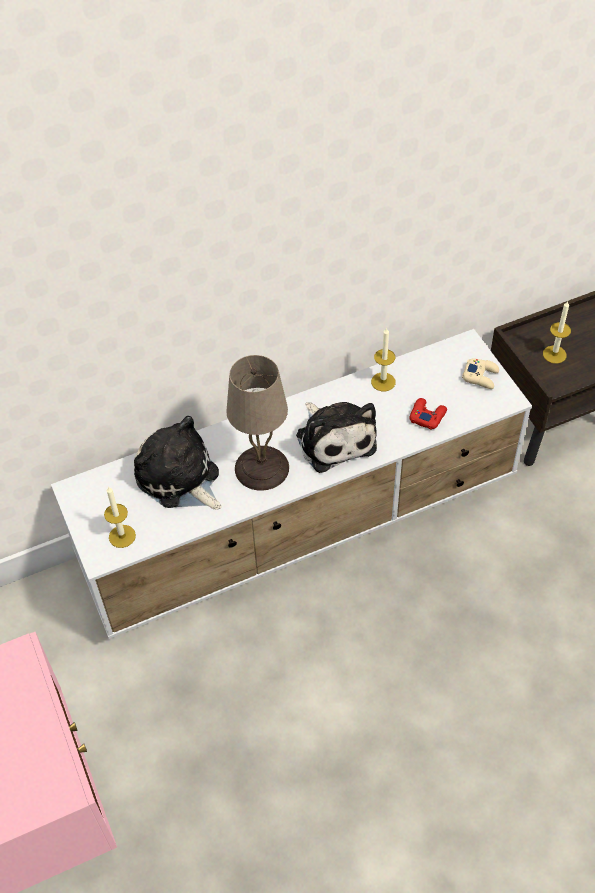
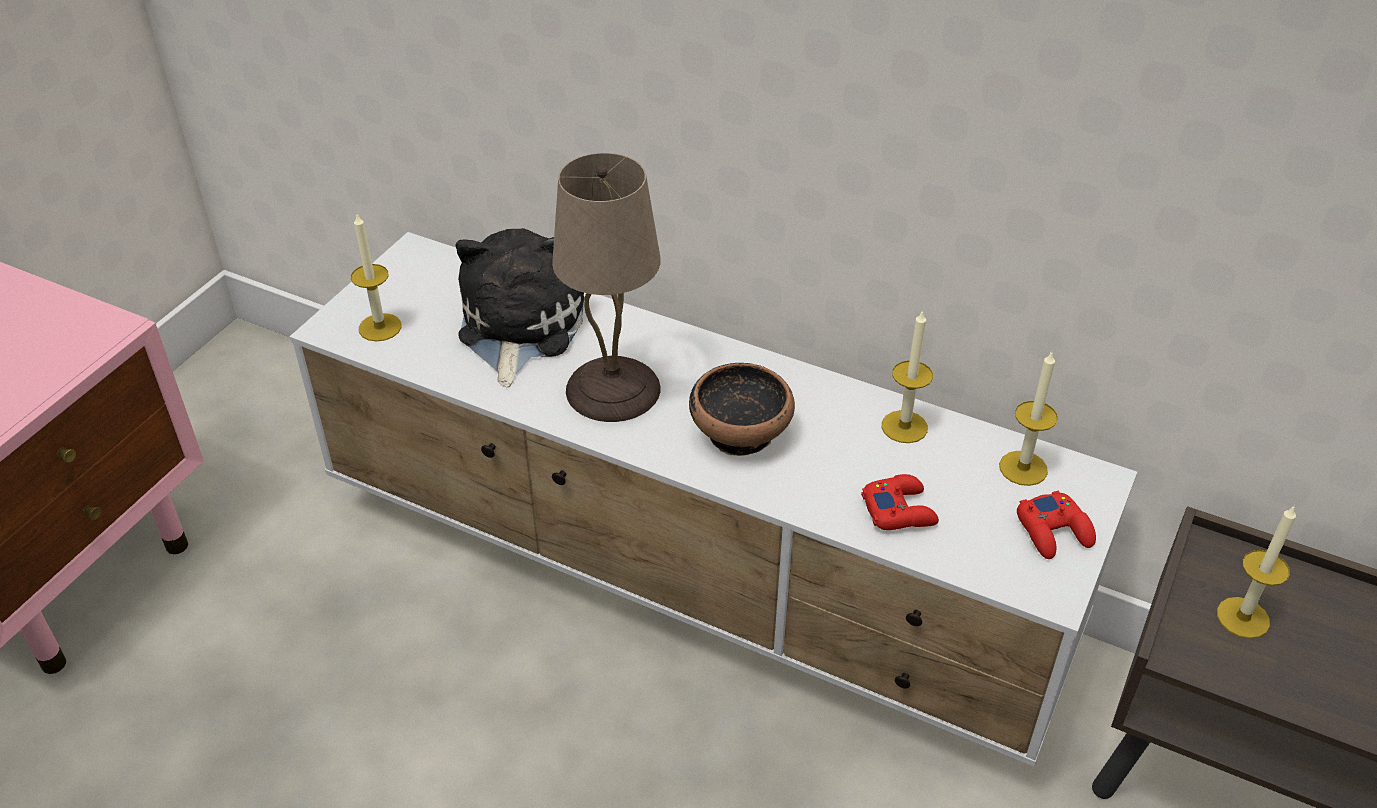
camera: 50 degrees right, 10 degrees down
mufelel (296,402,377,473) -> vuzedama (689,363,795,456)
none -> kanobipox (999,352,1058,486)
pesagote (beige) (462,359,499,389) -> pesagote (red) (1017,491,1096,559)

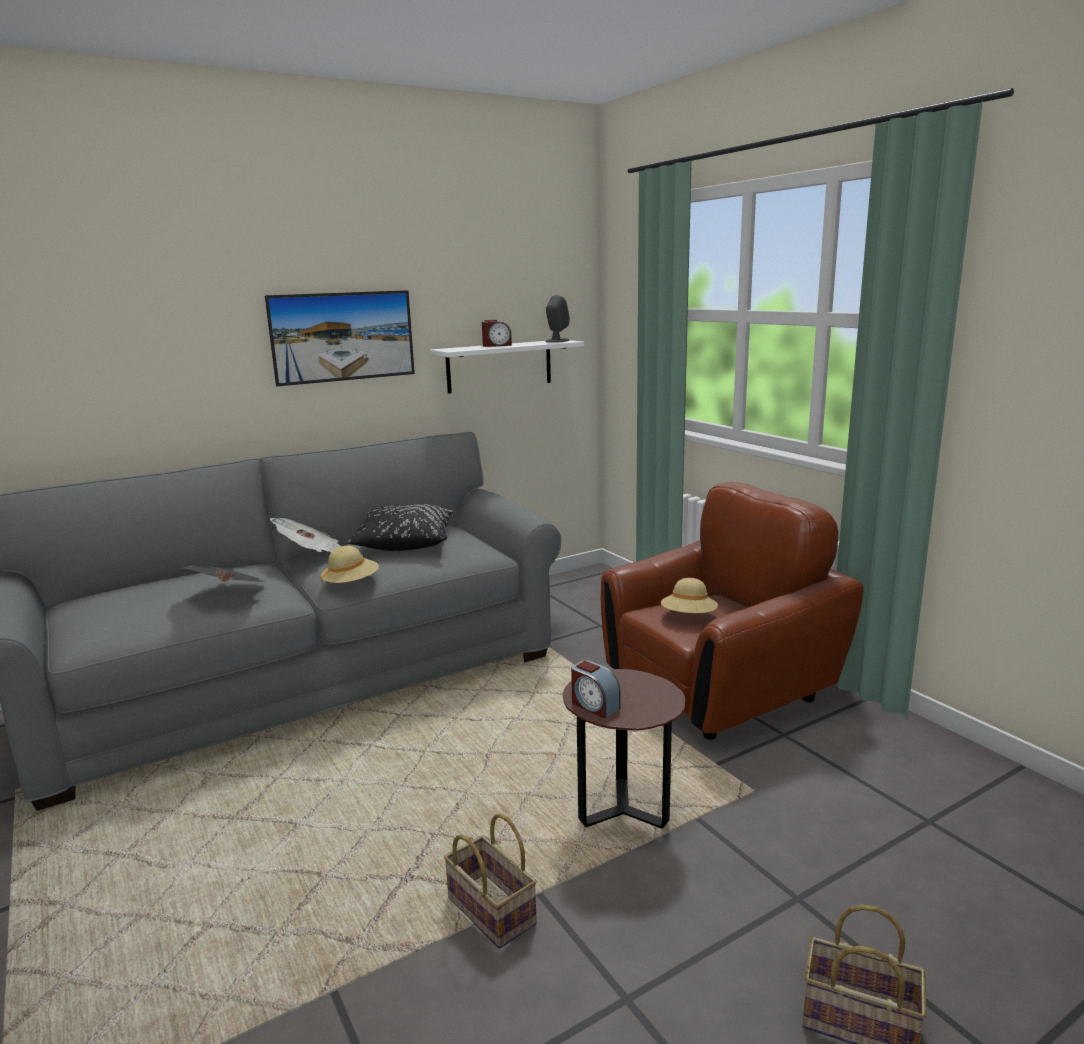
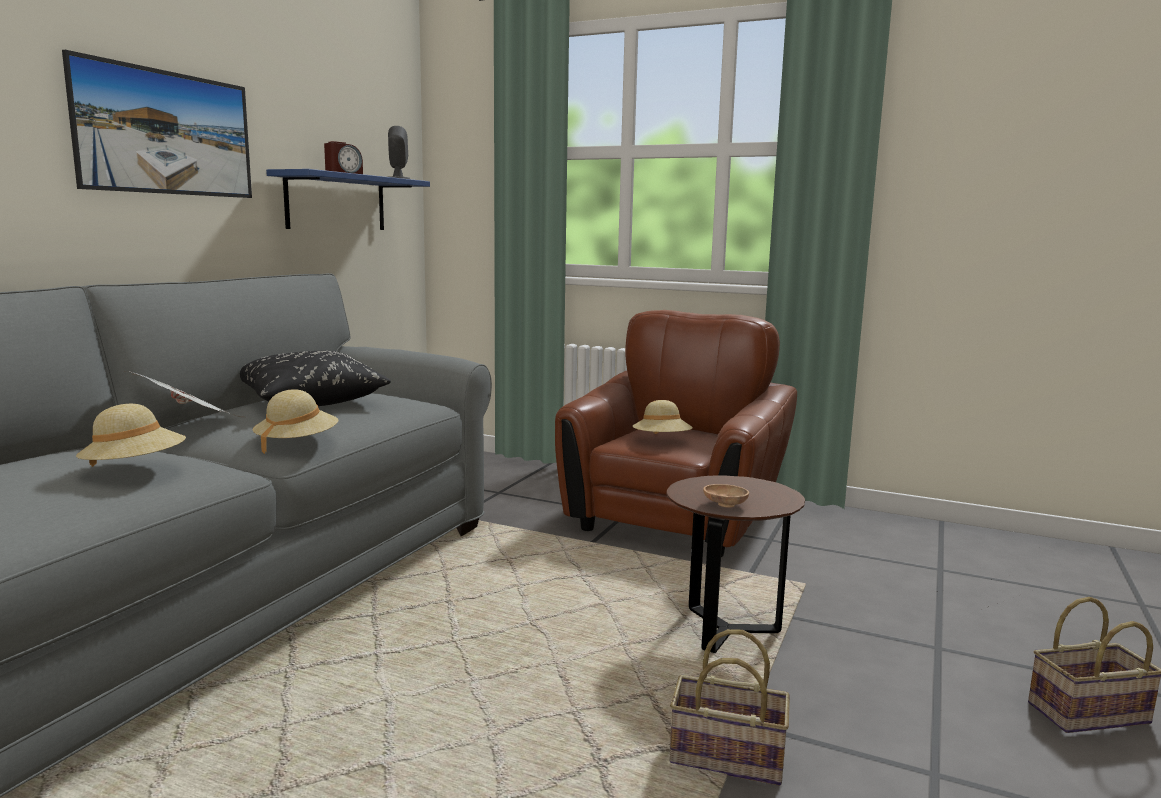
camera: 35 degrees left, 5 degrees down
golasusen (182,566,263,582) -> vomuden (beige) (76,404,186,467)
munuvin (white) (430,340,584,394) -> munuvin (blue) (266,169,430,230)
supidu (571,660,621,719) -> vuzedama (brown) (703,484,749,508)

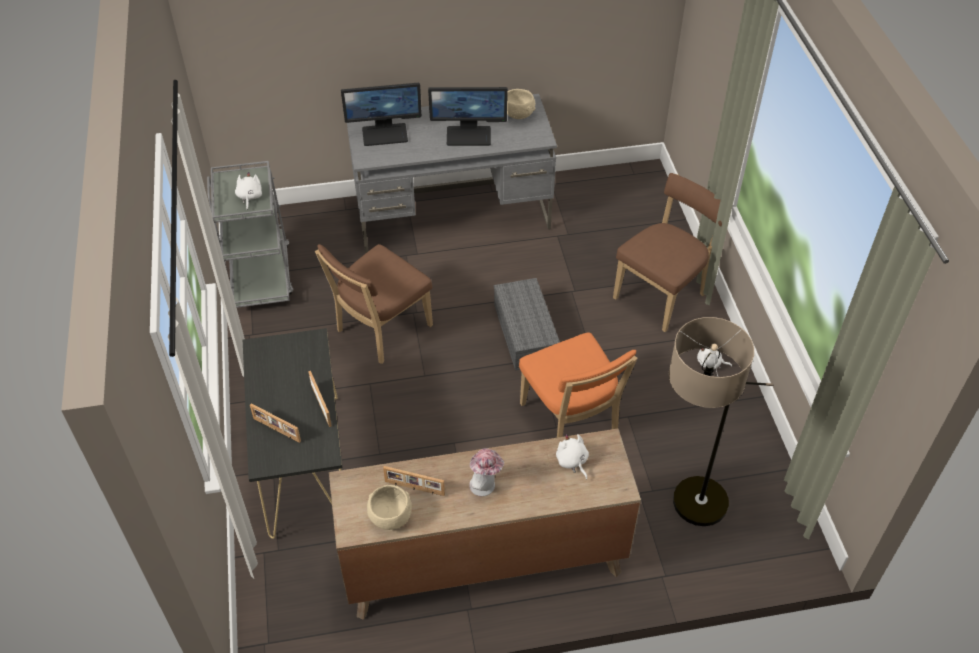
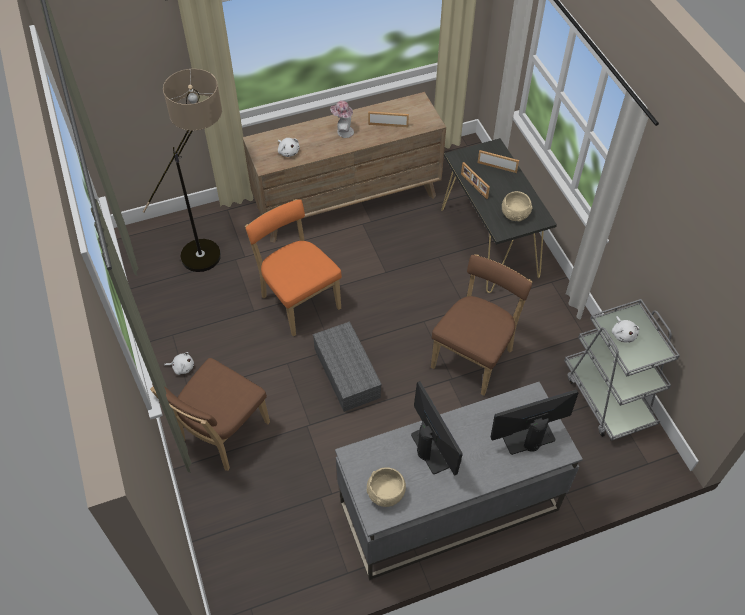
camera: 170 degrees right, 5 degrees up
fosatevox (428,87,508,146) -> fosatevox (411,381,463,476), 75 degrees clockwise
vuzedama (beige) (367,485,412,530) -> vuzedama (beige) (502,191,533,222), shifted

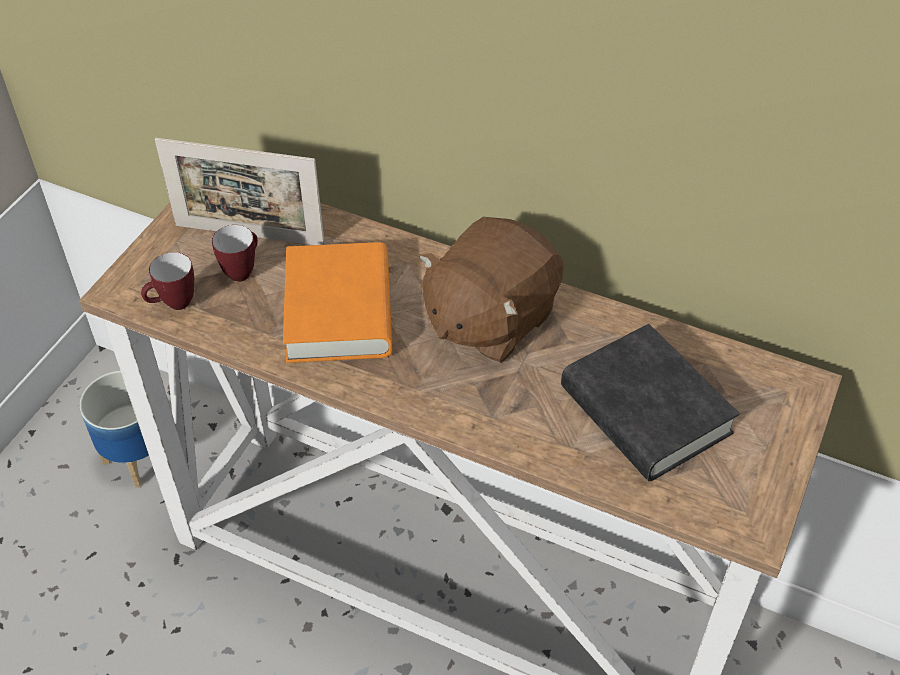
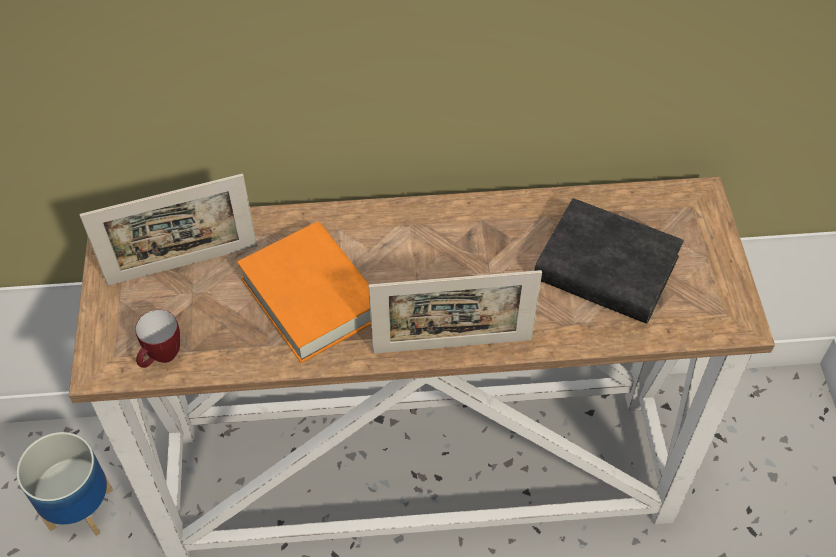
camera: 30 degrees left, 5 degrees up
none -> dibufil (368,270,542,354)
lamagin (212,225,258,282) -> none
mufelel (brown) (419,217,564,363) -> none

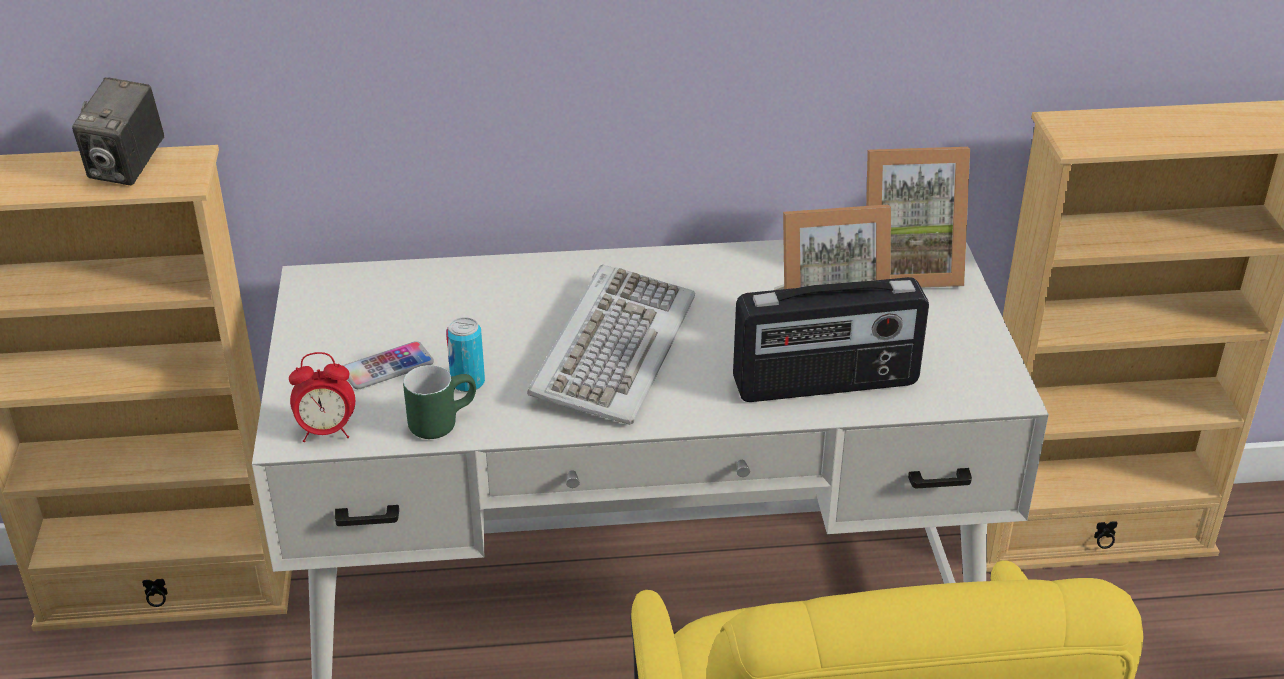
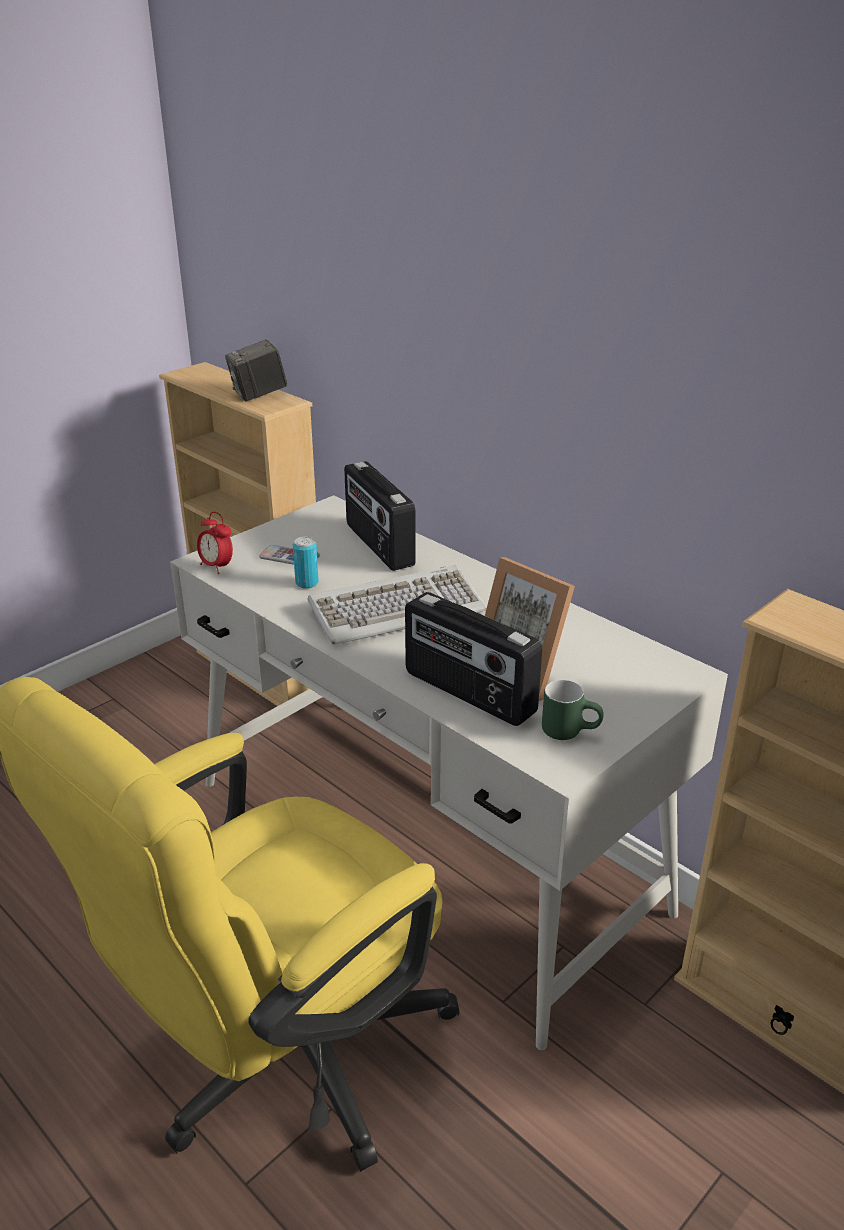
camera: 50 degrees right, 5 degrees down
none -> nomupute (344,461,416,571)
lamagin (green) (403,365,476,439) -> lamagin (green) (542,680,604,740), shifted
dibufil (866,147,970,288) -> none

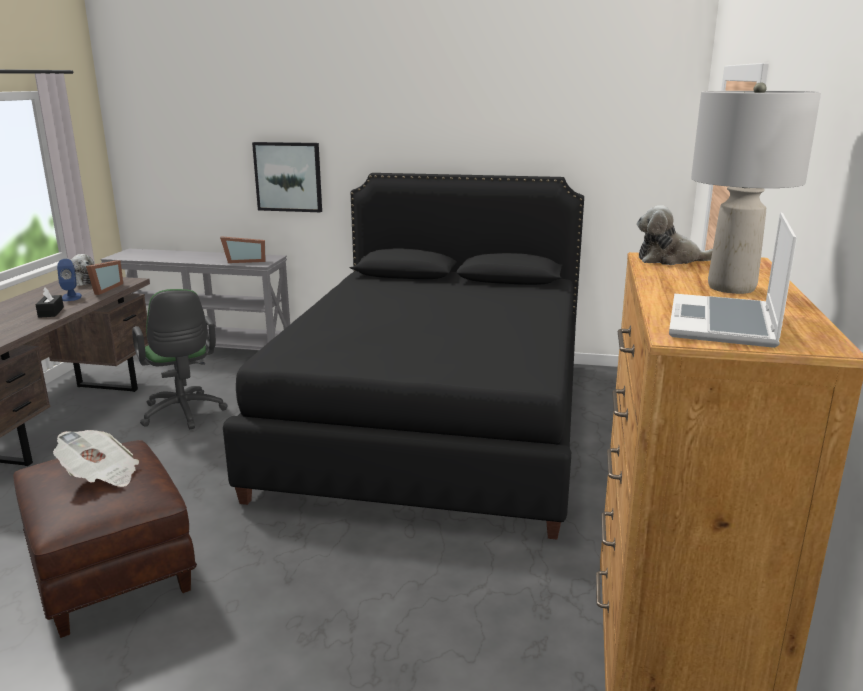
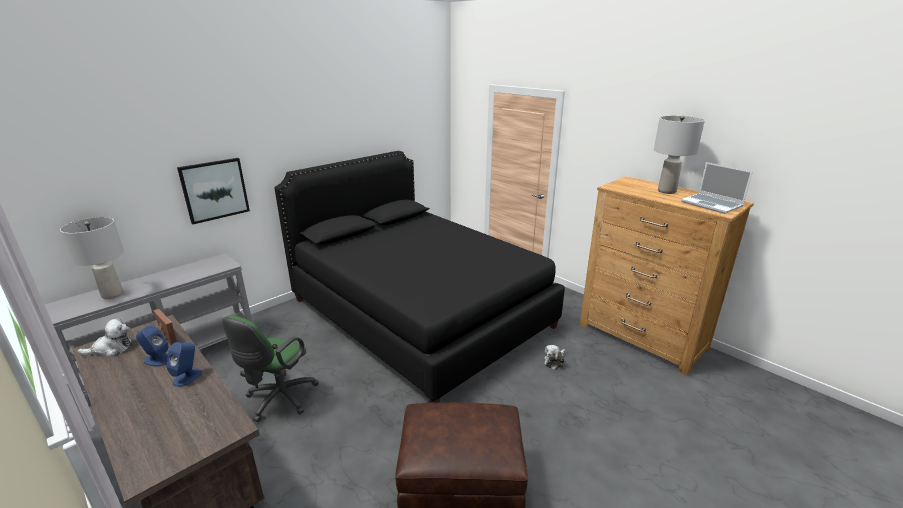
camera: 55 degrees left, 5 degrees up
none -> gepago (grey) (60,217,124,299)
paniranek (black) (36,287,64,318) -> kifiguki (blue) (166,342,202,387)
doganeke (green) (132,289,228,429) -> doganeke (green) (222,315,319,422), 105 degrees clockwise
mufelel (637,205,713,265) -> mufelel (544,345,566,370), shifted
golasusen (53,430,139,487) -> none
dibufil (220,236,266,263) -> none

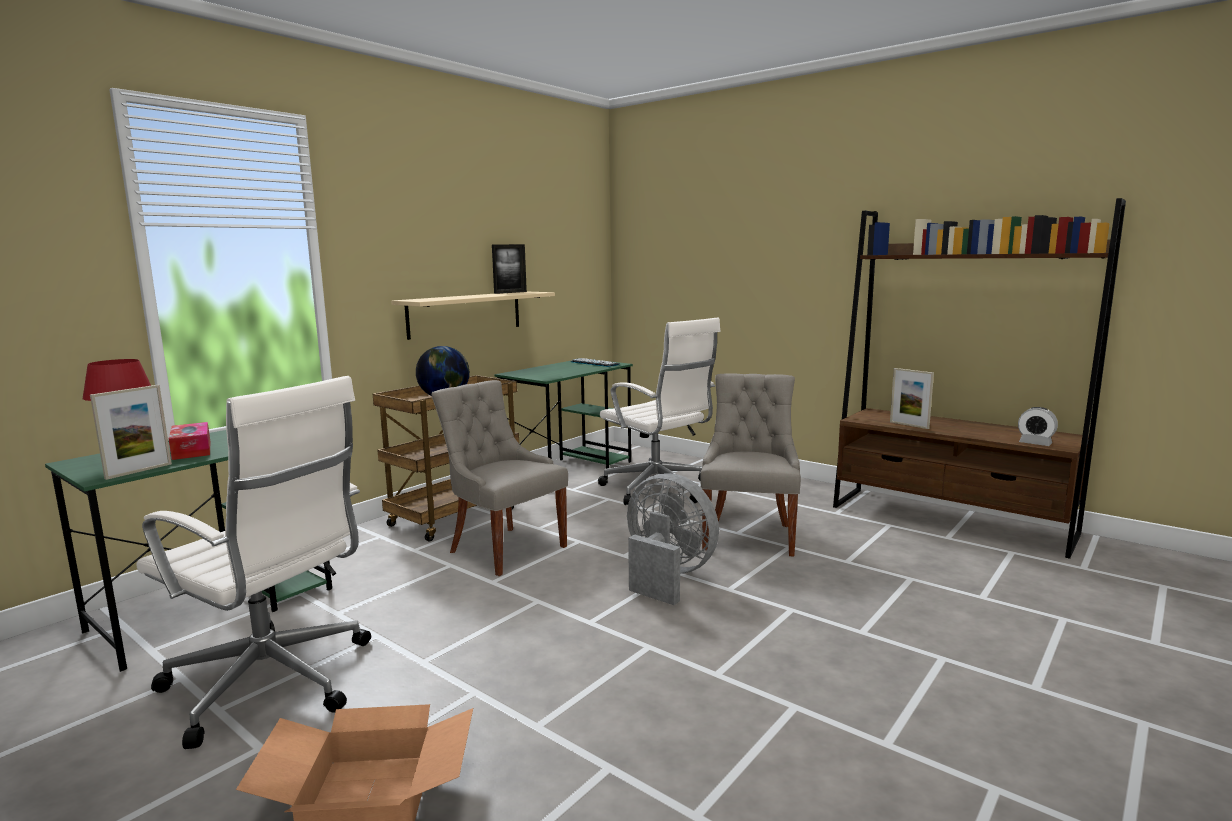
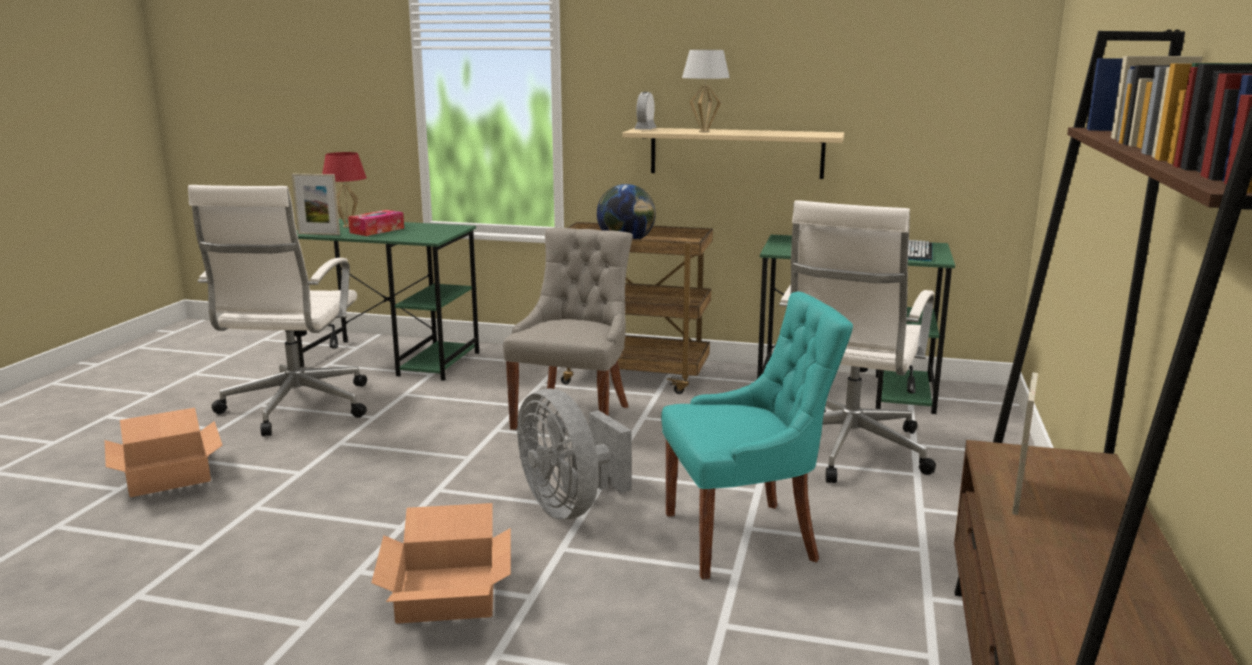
camera: 65 degrees right, 5 degrees up
none -> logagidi (371,503,511,624)
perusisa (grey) (627,473,719,605) -> perusisa (grey) (517,388,632,519), 135 degrees clockwise
supidu (1018,407,1058,446) -> supidu (634,92,656,130), shifted
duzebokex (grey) (700,373,801,557) -> duzebokex (turquoise) (661,291,853,580)
none -> gepago (white) (682,50,730,133)
dibufil (492,244,527,294) -> none

